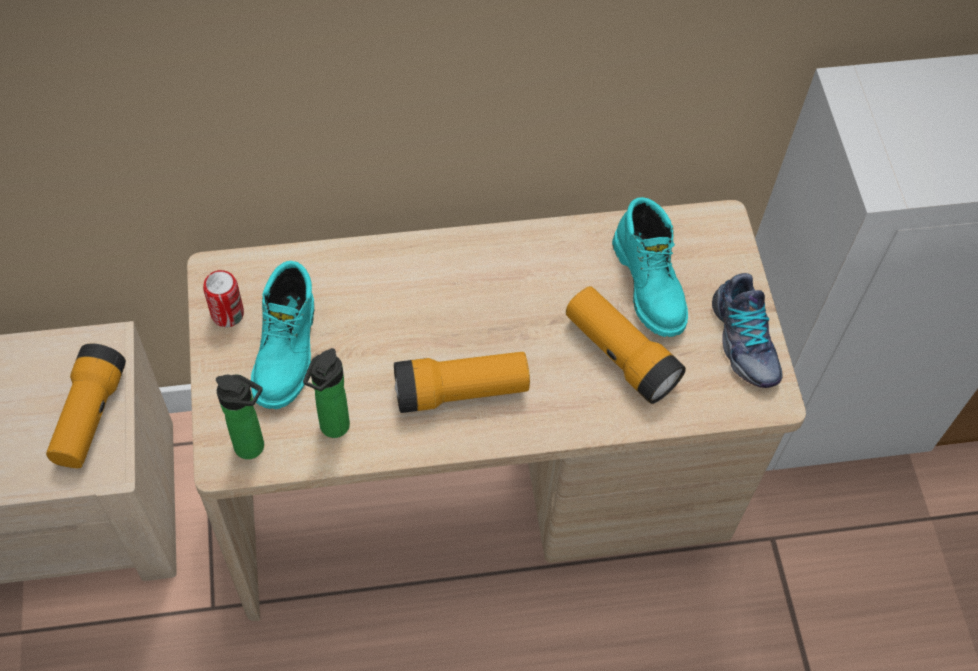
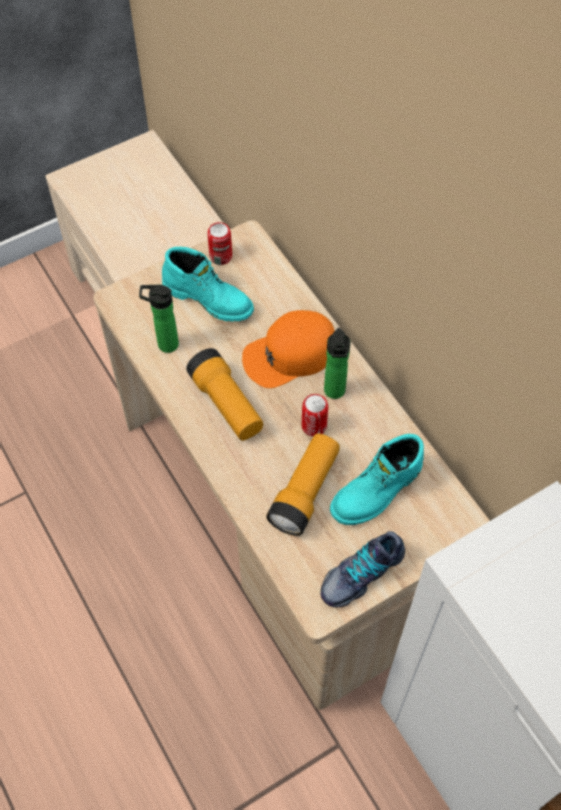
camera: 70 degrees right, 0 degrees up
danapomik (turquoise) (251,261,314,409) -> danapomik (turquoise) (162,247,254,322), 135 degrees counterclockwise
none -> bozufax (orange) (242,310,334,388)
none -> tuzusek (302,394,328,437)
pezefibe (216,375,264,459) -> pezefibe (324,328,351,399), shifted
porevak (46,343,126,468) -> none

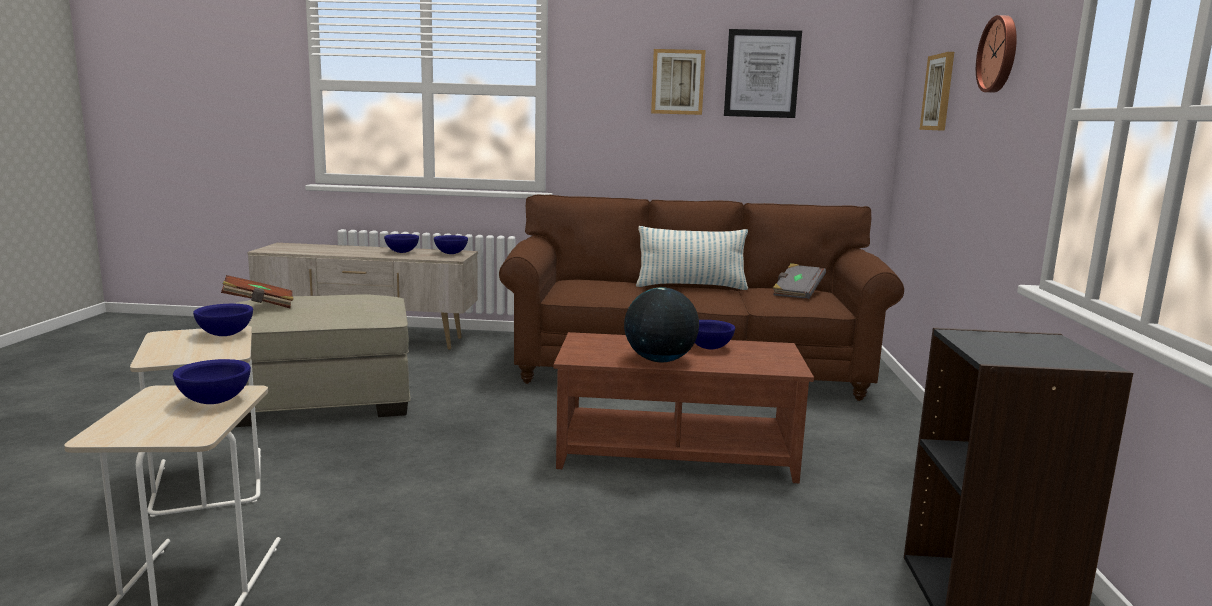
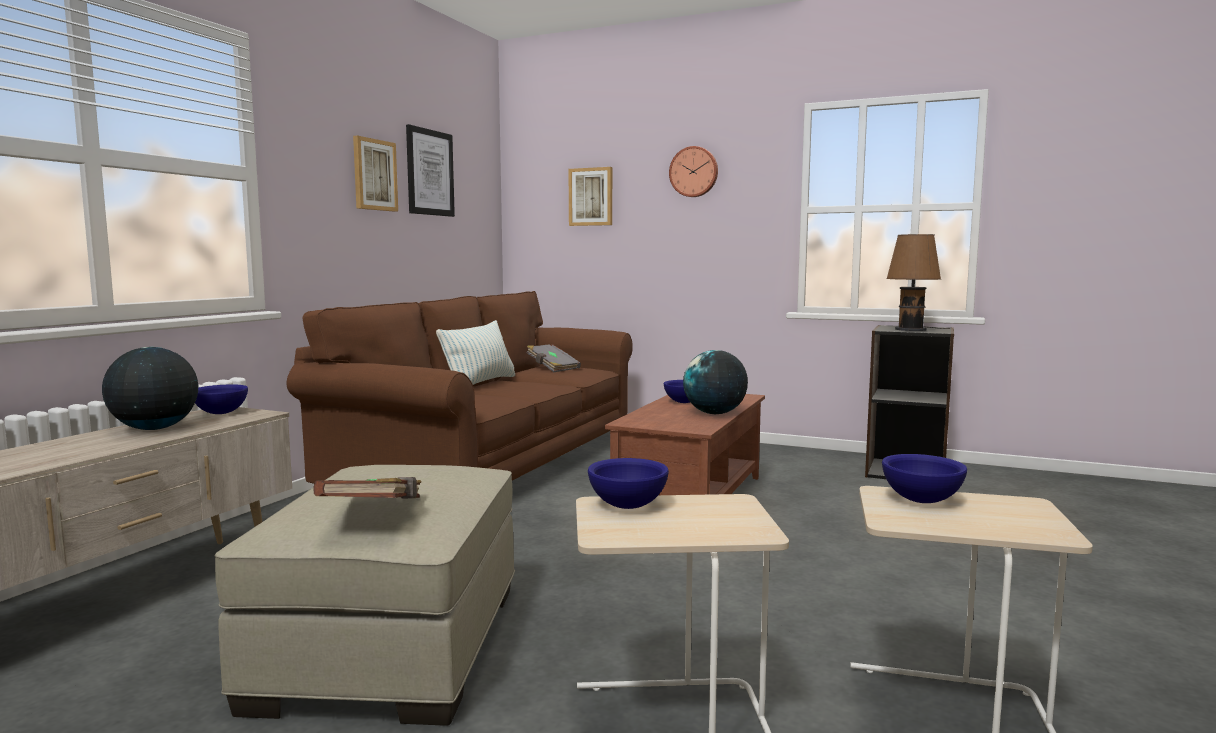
camera: 70 degrees left, 5 degrees down
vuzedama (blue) (384,234,419,253) -> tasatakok (102,347,198,430)
none -> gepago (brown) (886,234,950,331)

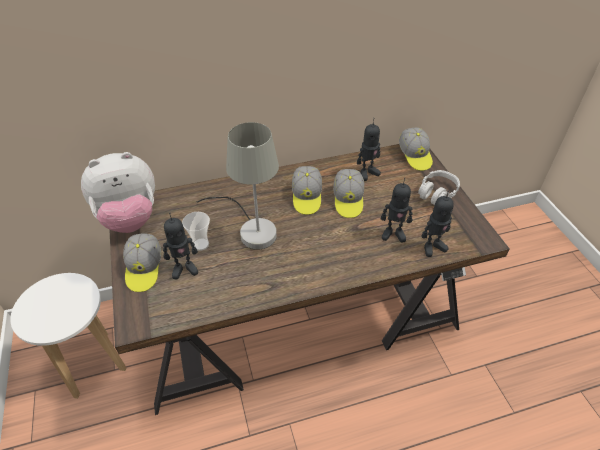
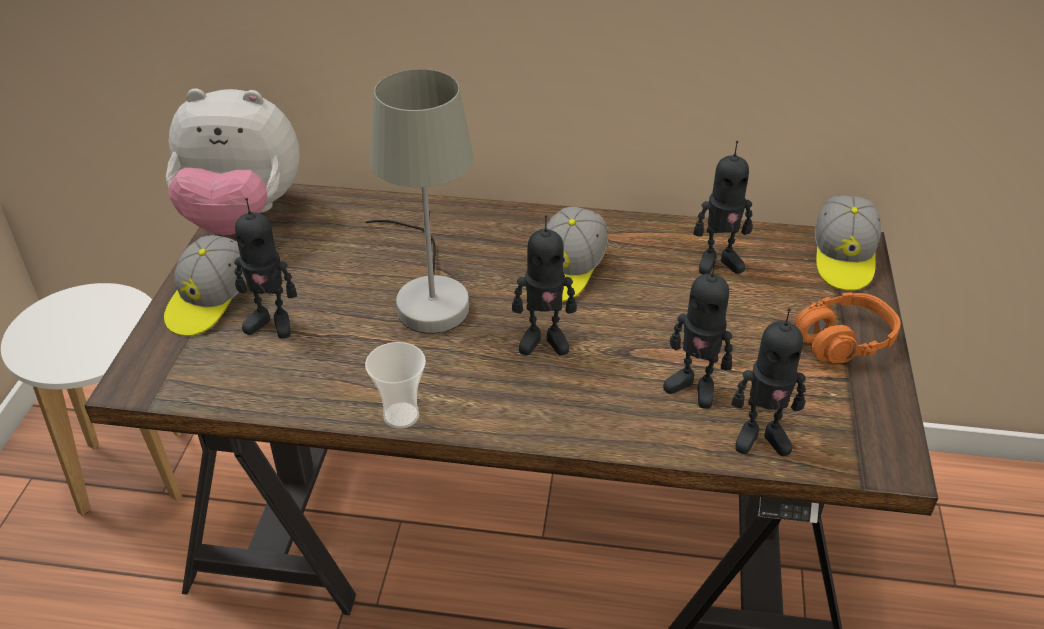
camera: 25 degrees right, 5 degrees down
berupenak (182,212,210,251) -> berupenak (365,342,426,429), shifted
none -> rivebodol (512,215,577,355)
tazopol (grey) (418,170,460,205) -> tazopol (orange) (795,292,901,363)
bozufax (333,169,364,218) -> none

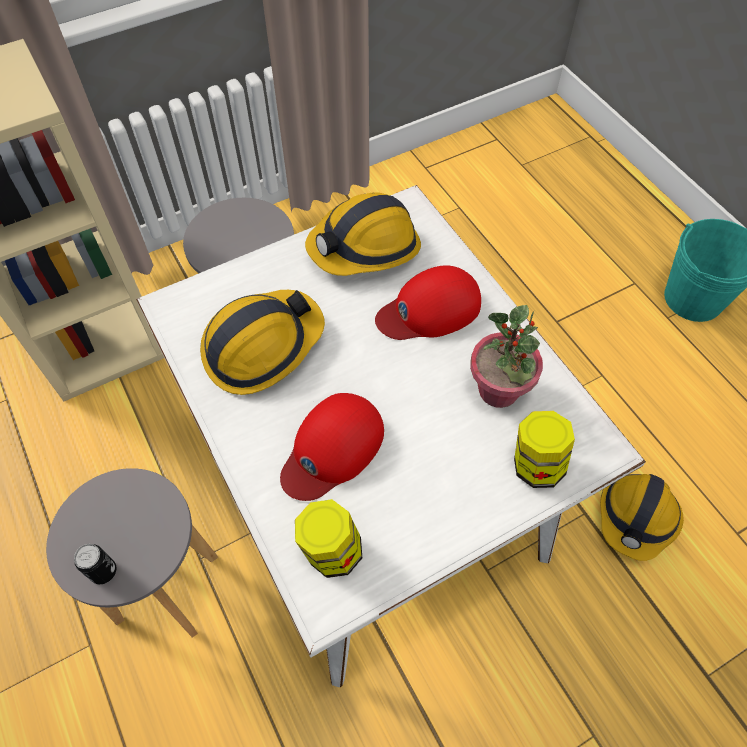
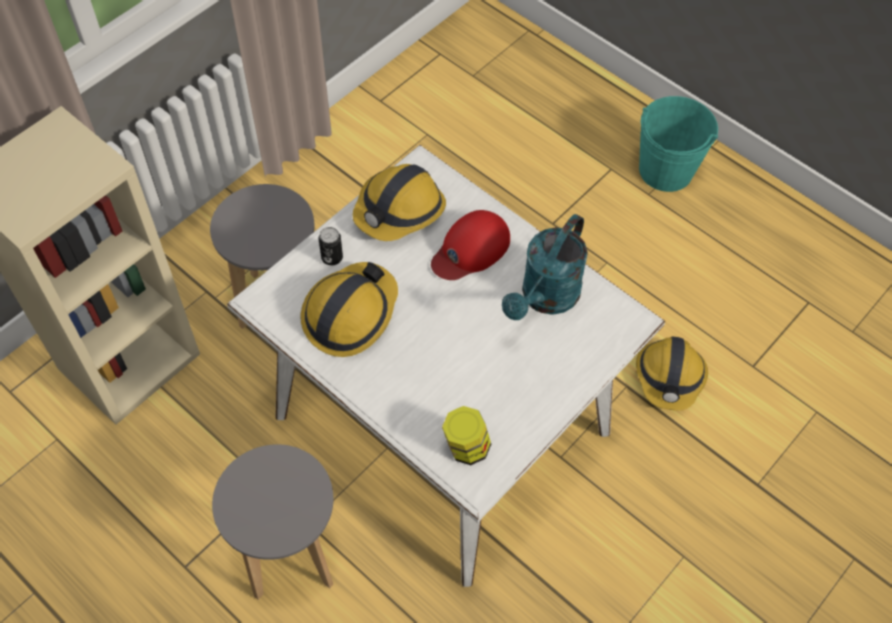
camera: 20 degrees left, 0 degrees up
tuzusek (74,544,116,584) -> tuzusek (318,227,343,265), shifted
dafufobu (470,305,543,408) -> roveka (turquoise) (502,214,588,320)
bozufax (red) (280,393,384,501) -> none
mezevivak (514,411,575,488) -> none

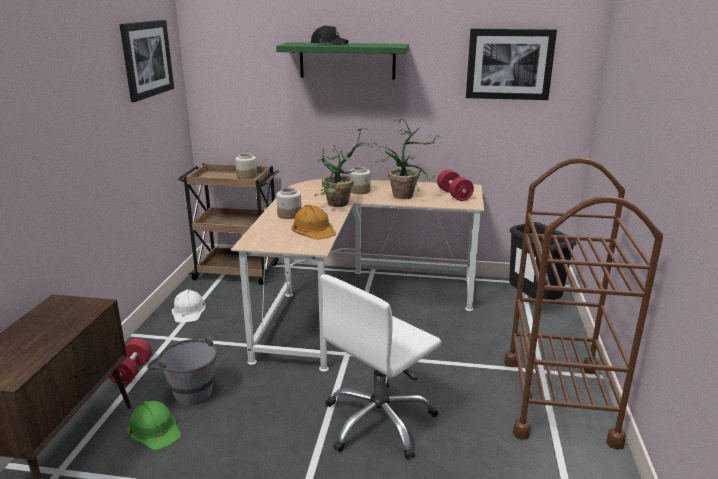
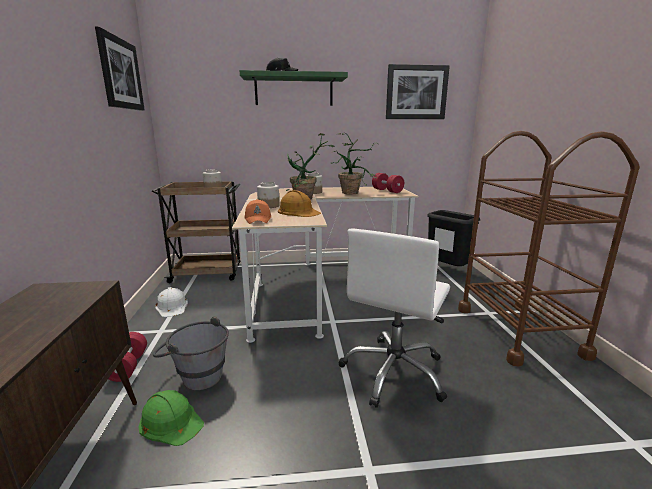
camera: 15 degrees left, 5 degrees down
none -> bozufax (orange) (244,199,271,224)

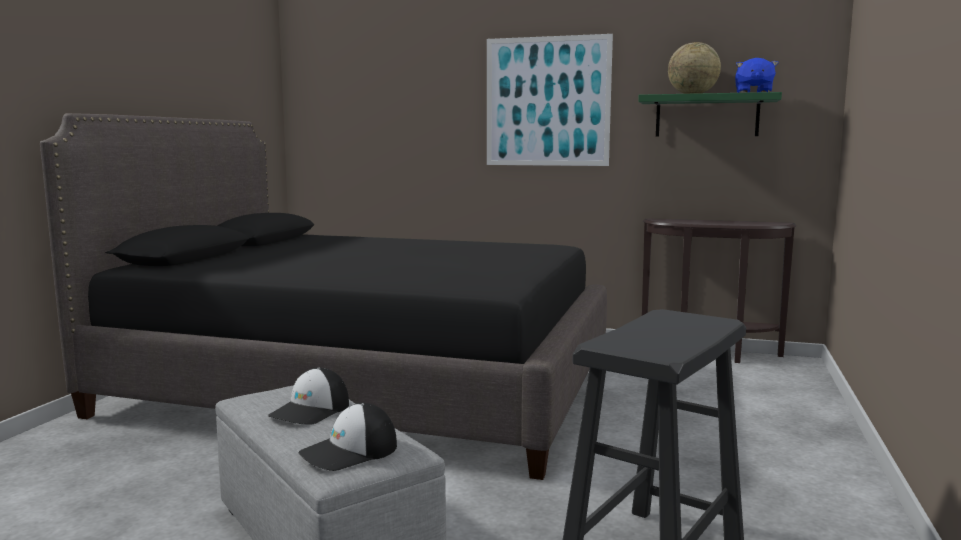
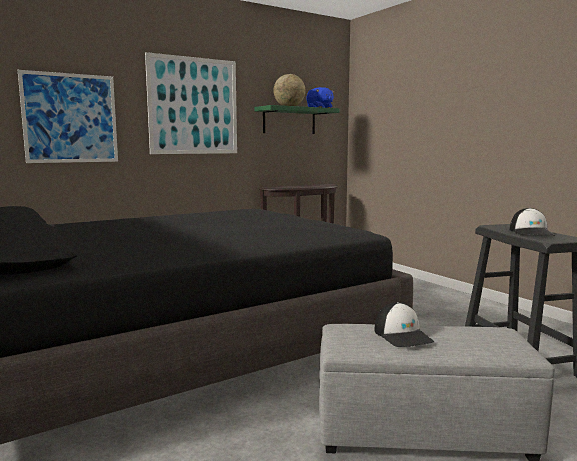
camera: 50 degrees left, 0 degrees up
none -> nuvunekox (18,70,118,163)
bozufax (298,402,397,471) -> bozufax (510,208,556,236), shifted

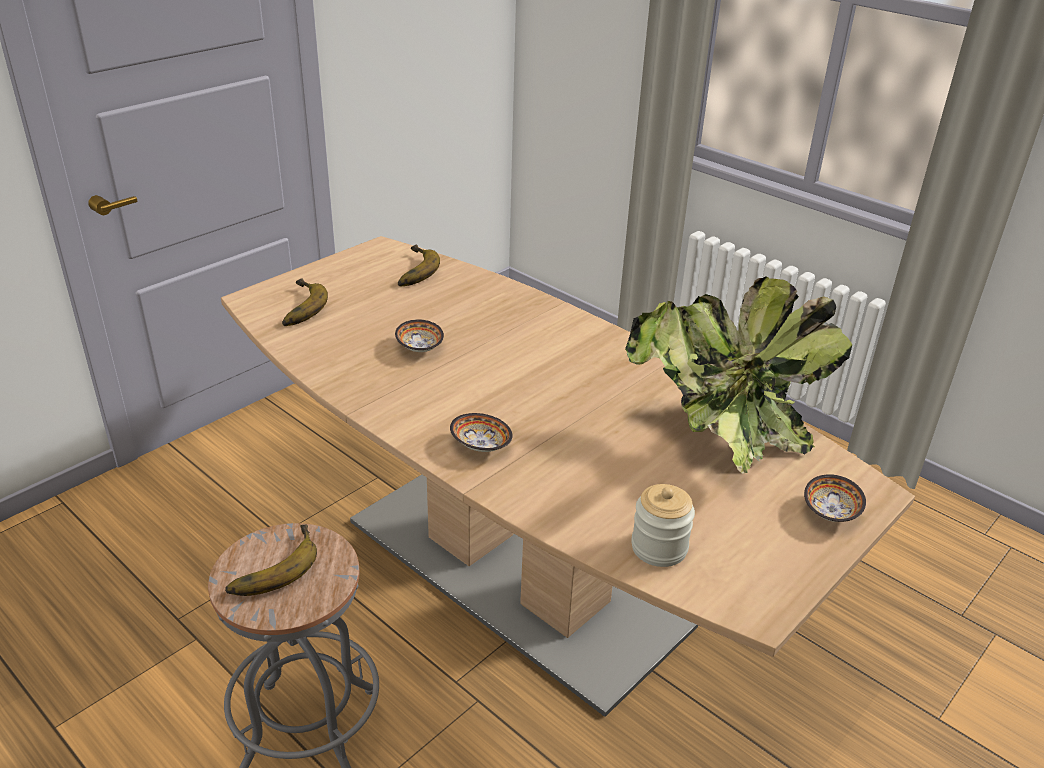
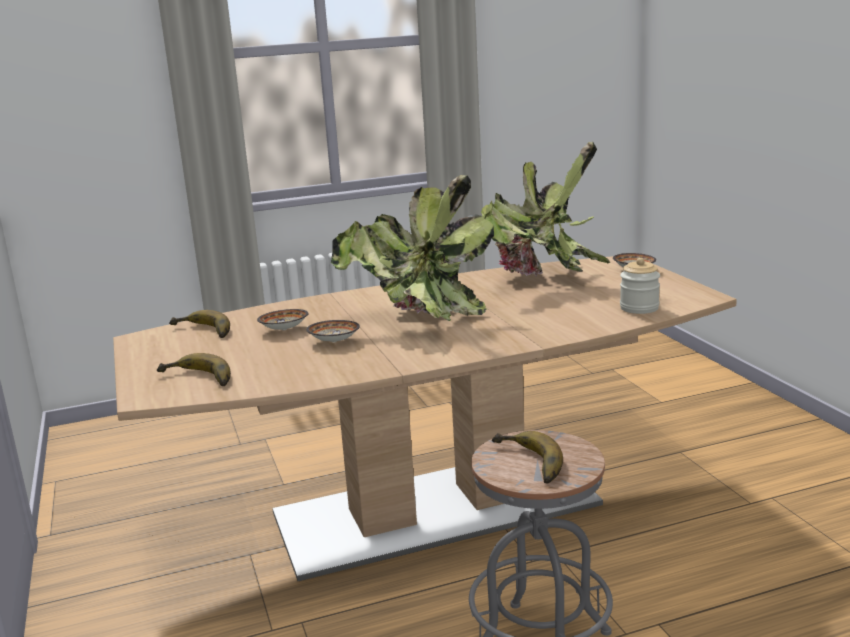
camera: 60 degrees left, 15 degrees down
vuzedama (450,413,513,452) -> vuzedama (257,309,309,330), shifted
none -> dafufobu (331,175,494,321)

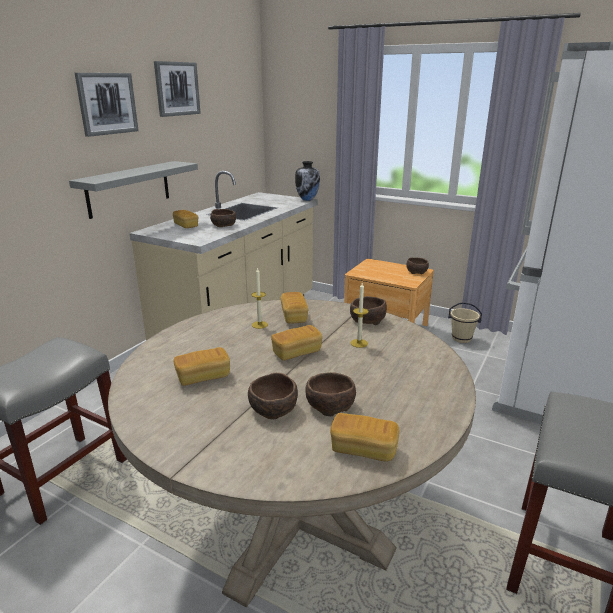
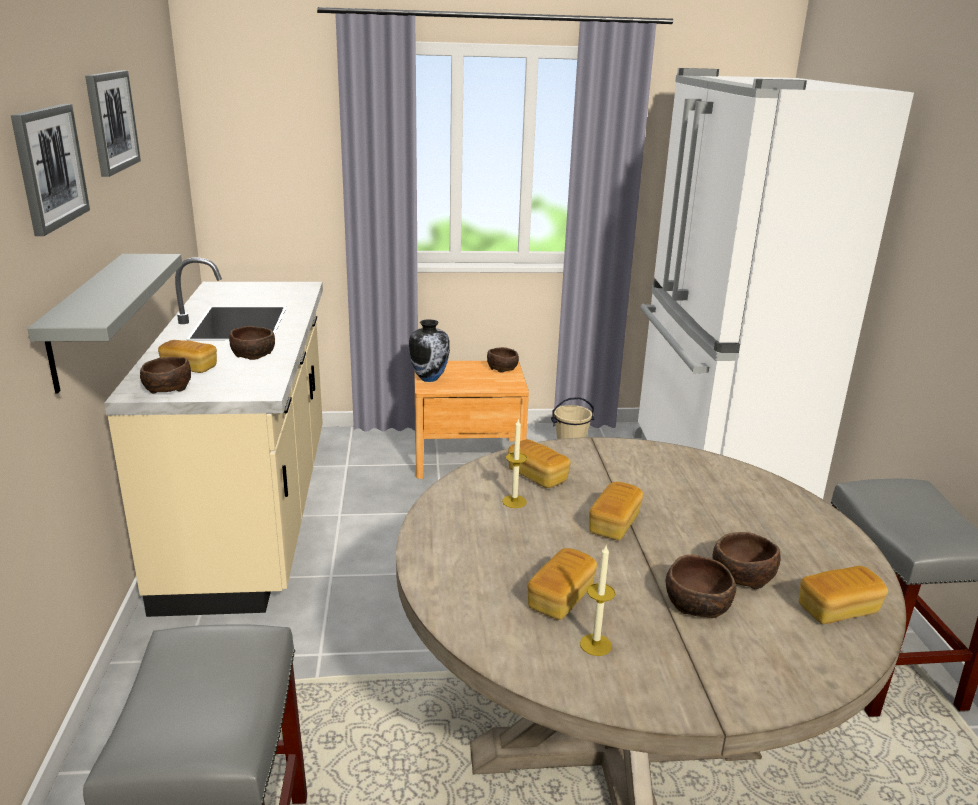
camera: 35 degrees left, 0 degrees up
vuzedama (brown) (350,296,387,325) -> vuzedama (brown) (140,357,191,393), shifted
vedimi (295,161,320,201) -> vedimi (409,319,450,382), shifted
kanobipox (350,283,368,348) -> kanobipox (580,546,615,656), shifted

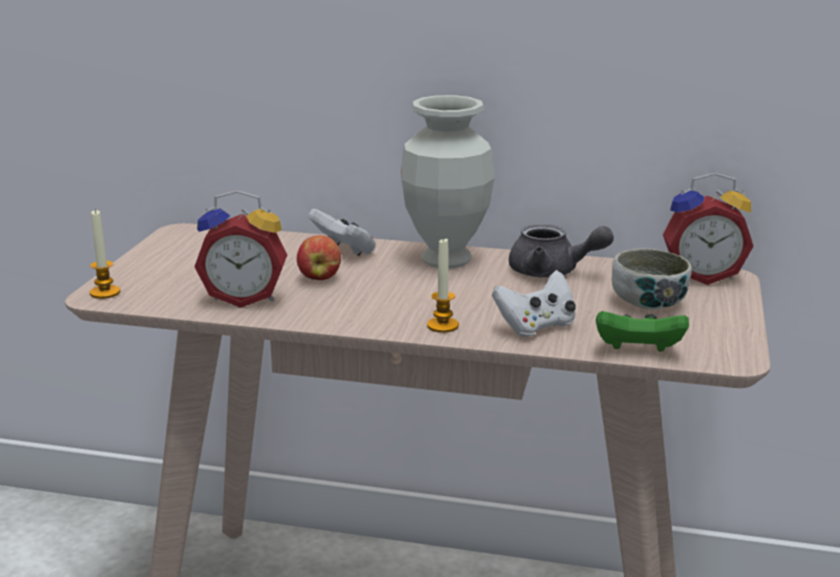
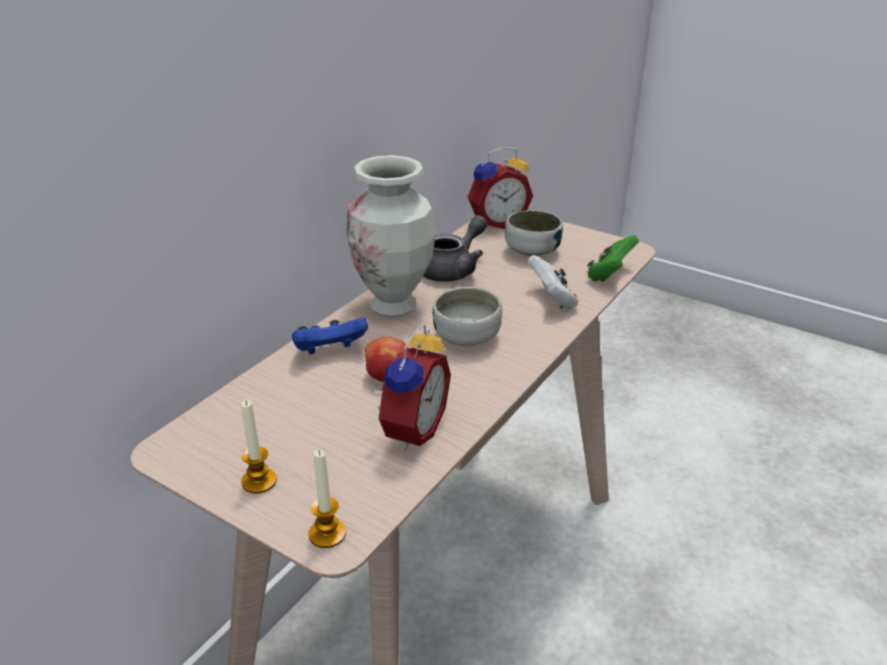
camera: 70 degrees left, 10 degrees up
kanobipox (427,237,459,333) -> kanobipox (241,400,277,494), shifted
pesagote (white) (308,209,376,256) -> pesagote (blue) (292,318,368,355)
none -> vuzedama (433,287,502,346)
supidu (663,172,754,285) -> supidu (468,146,533,229), 45 degrees clockwise

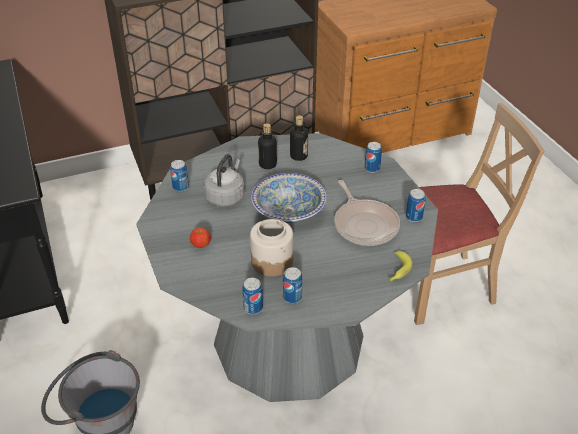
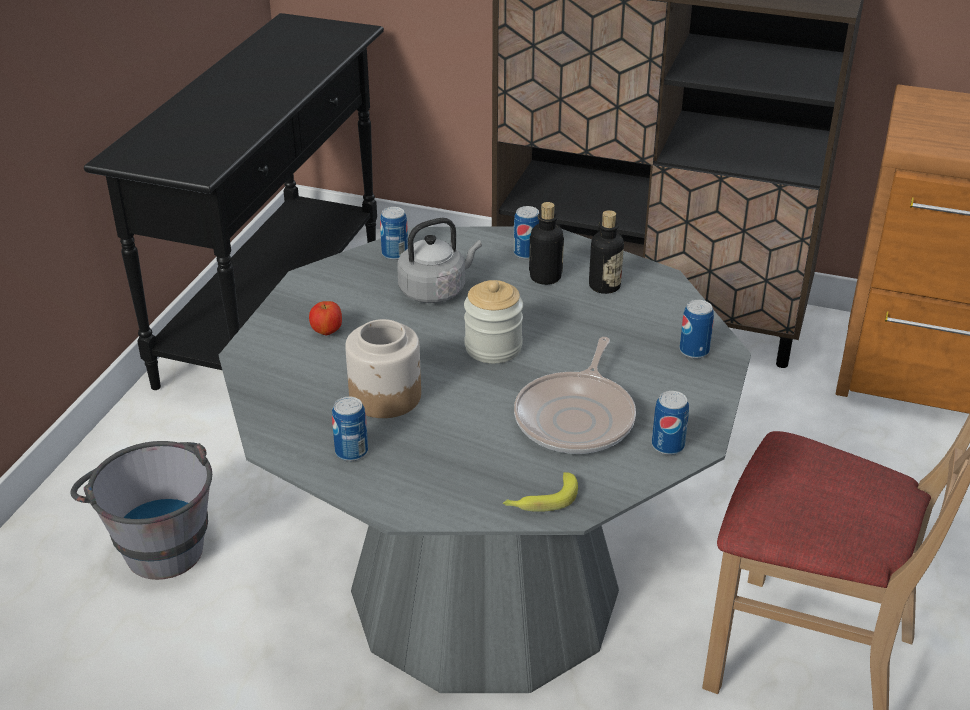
camera: 40 degrees right, 5 degrees down
vuzedama (251,173,326,223) -> mezevivak (464,280,523,363)
tuzusek (242,278,263,314) -> tuzusek (513,206,540,259), shifted

